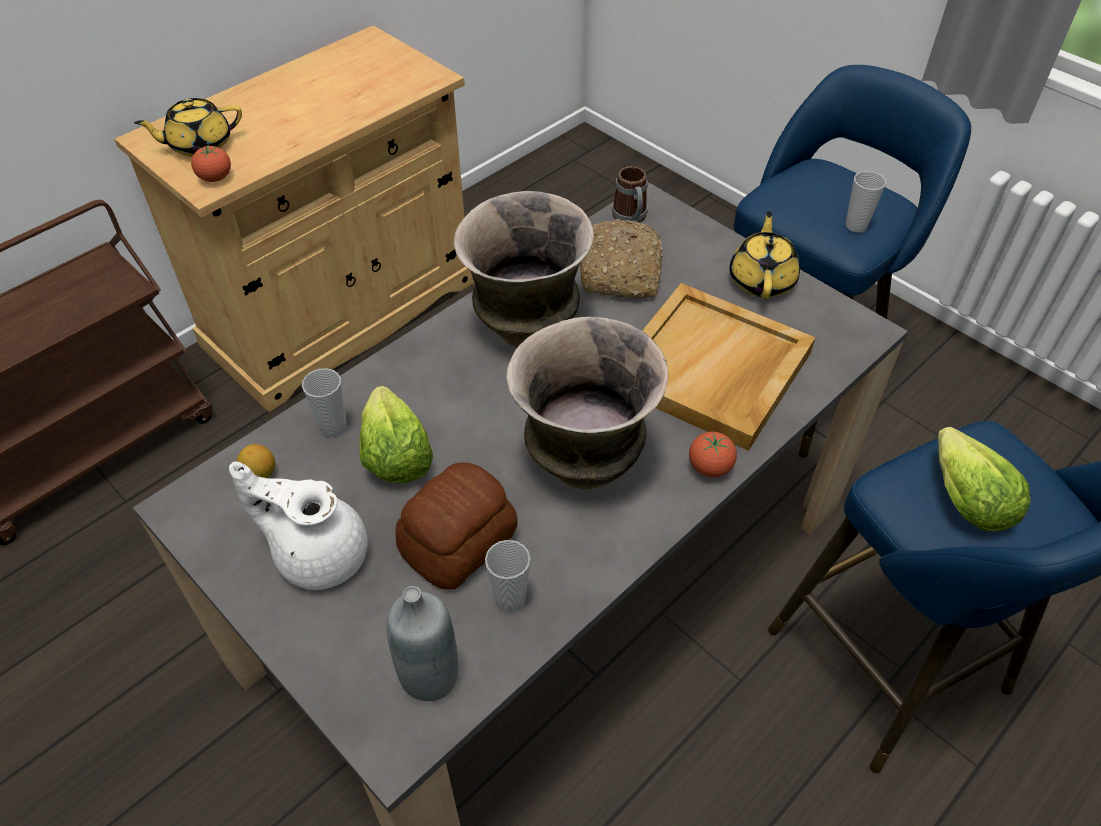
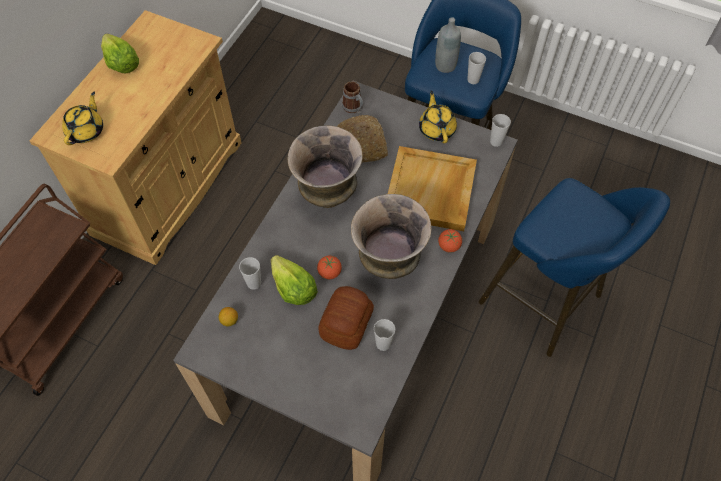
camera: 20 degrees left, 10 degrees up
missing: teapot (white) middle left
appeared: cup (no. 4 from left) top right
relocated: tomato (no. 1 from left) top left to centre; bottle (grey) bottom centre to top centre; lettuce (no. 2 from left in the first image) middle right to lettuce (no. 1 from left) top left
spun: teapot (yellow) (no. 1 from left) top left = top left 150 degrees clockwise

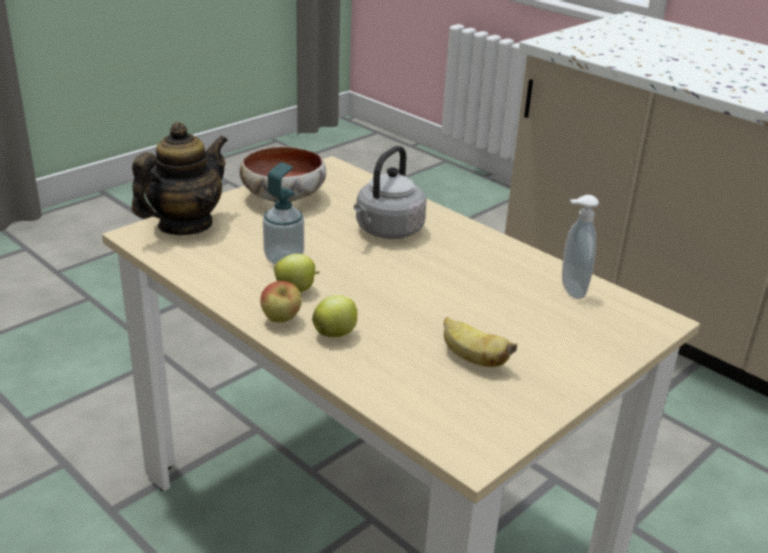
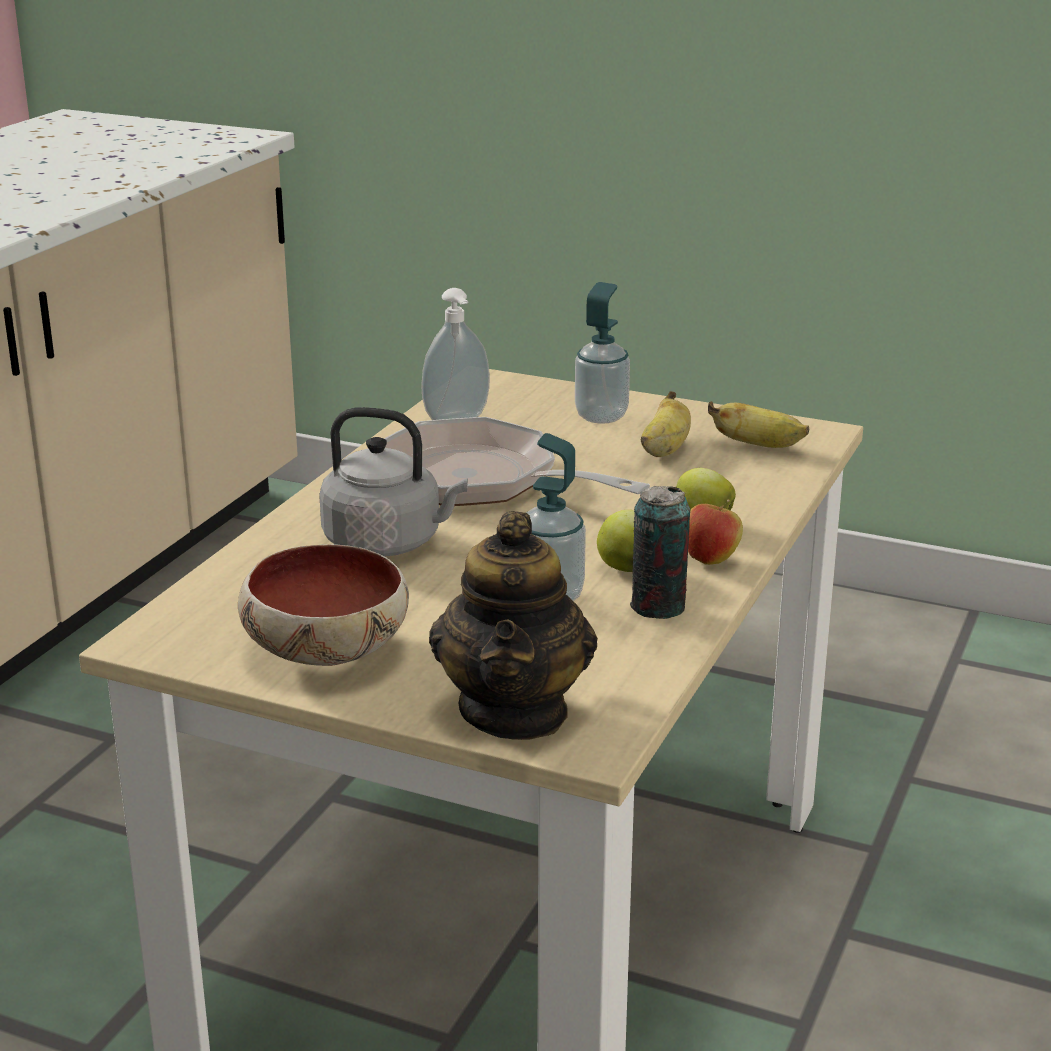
camera: 110 degrees left, 5 degrees down
appeared: frying pan centre; soap dispenser (no. 3 from left) centre; can centre; banana (no. 2 from left) middle right
spun: teapot top left = centre 105 degrees counterclockwise

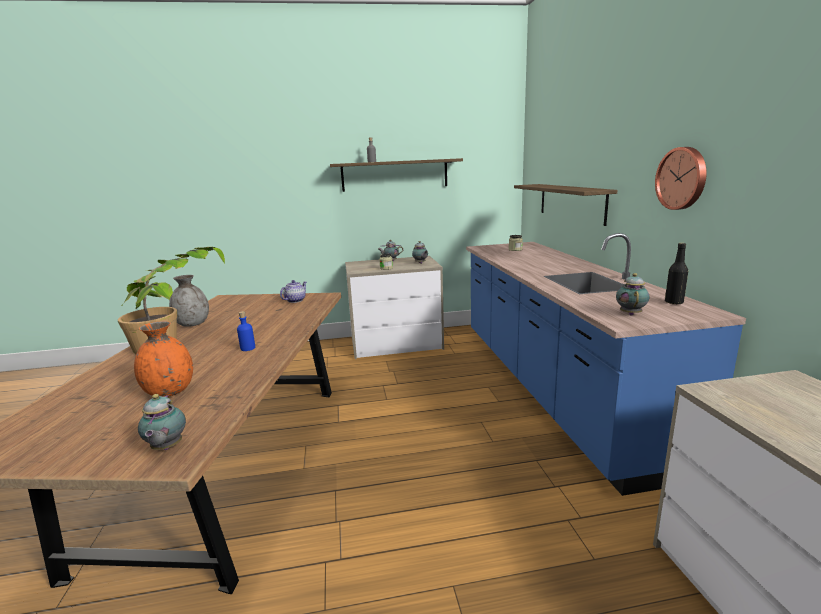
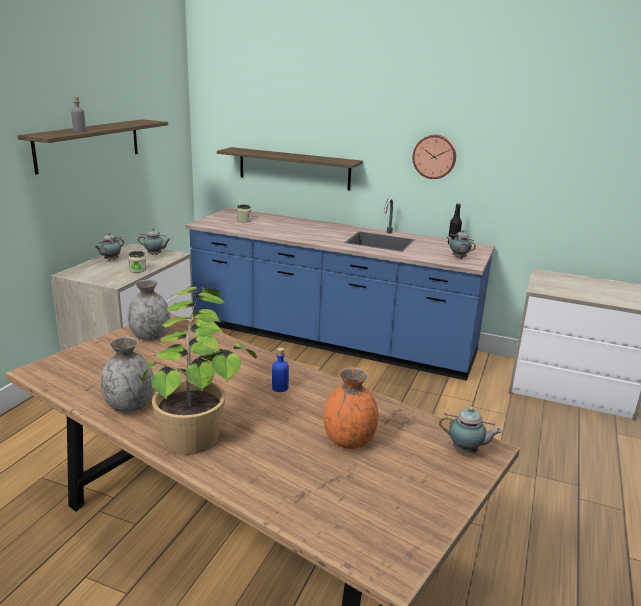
camera: 60 degrees left, 5 degrees up
exchanged: teapot (no. 2 from left) centre to vase (grey) (no. 2 from left) middle left

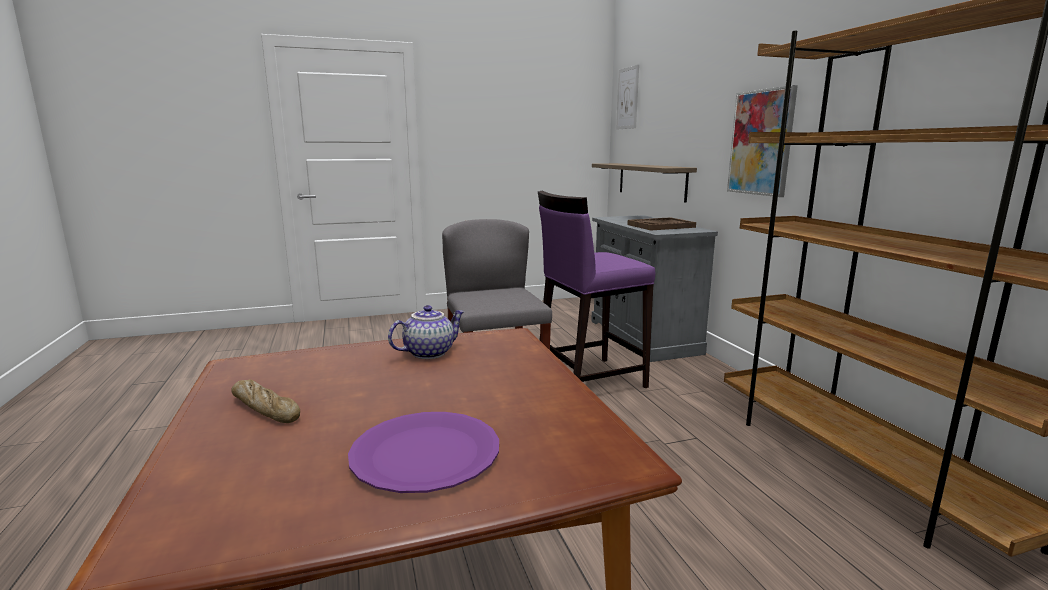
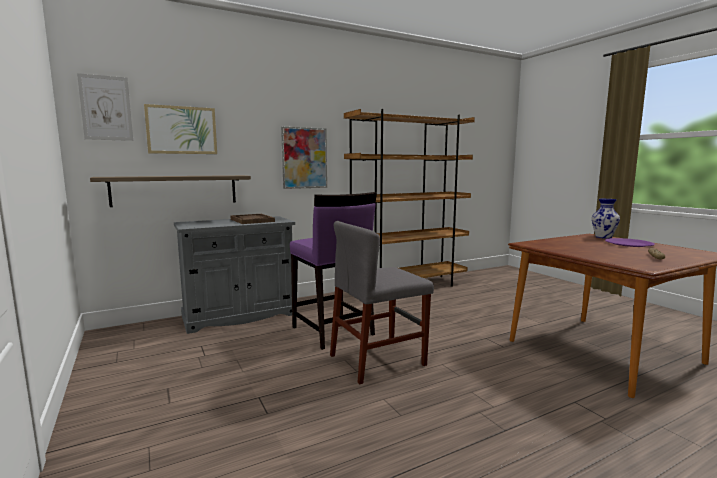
camera: 100 degrees left, 5 degrees down
missing: teapot centre
appeared: picture (no. 2 from left) top left; vase middle right

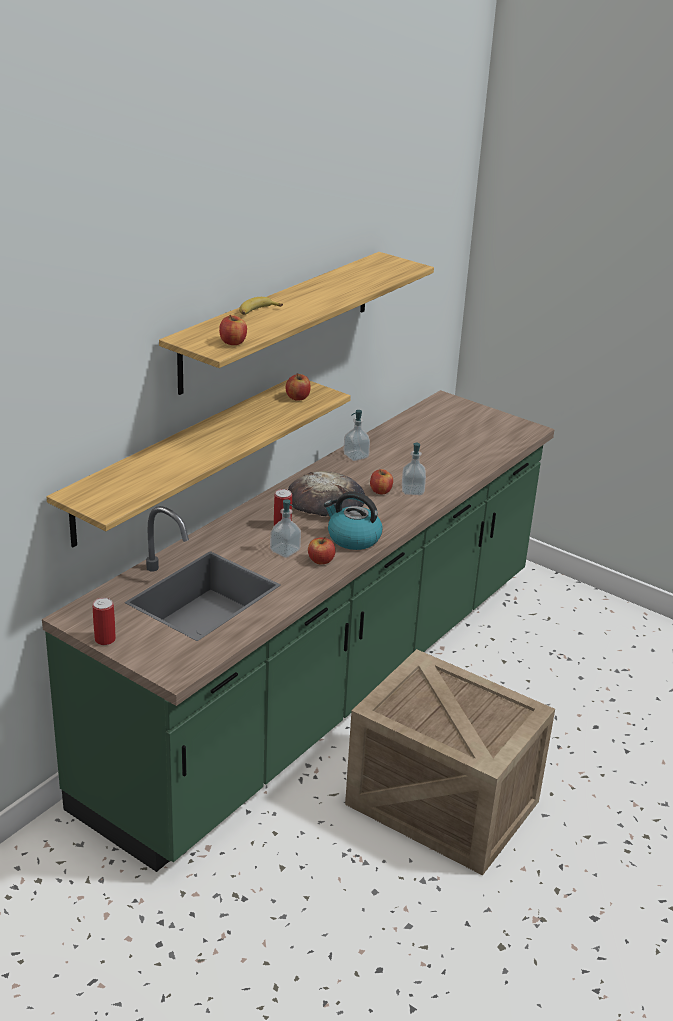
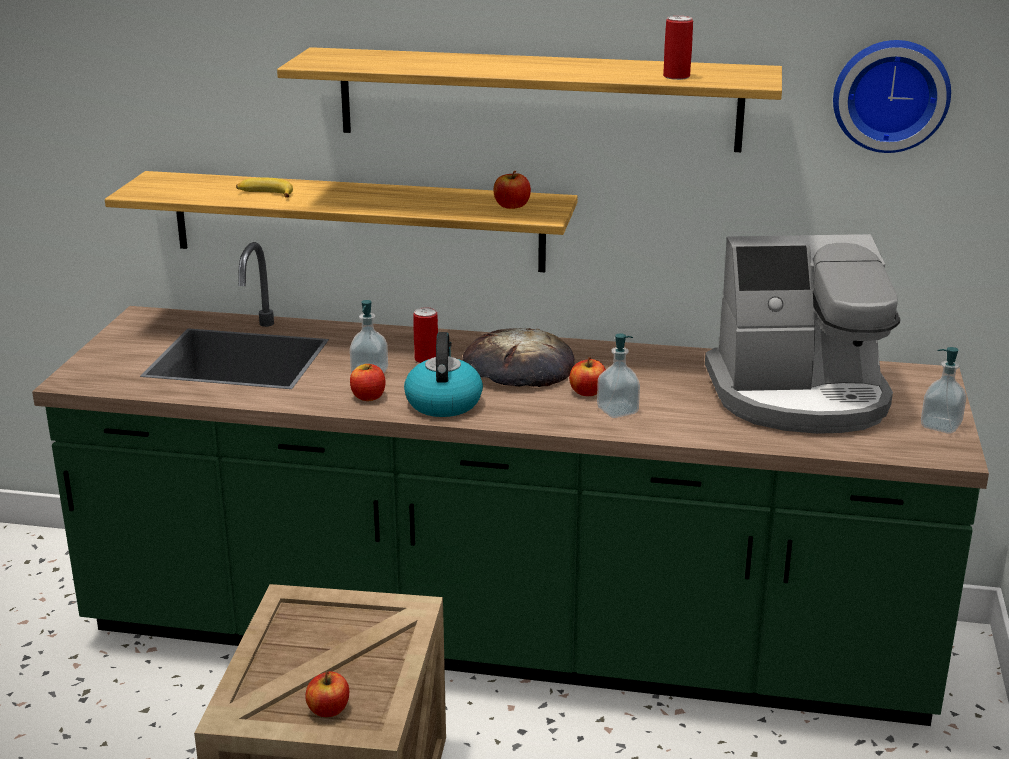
camera: 65 degrees right, 5 degrees down
appeared: coffee machine middle right; wall clock top right
relocated: can (no. 1 from left in the first image) middle left to can (no. 2 from left) top right; apple (no. 1 from left) top centre to bottom left; banana top centre to top left; soap dispenser (no. 2 from left in the first image) centre to soap dispenser (no. 3 from left) middle right

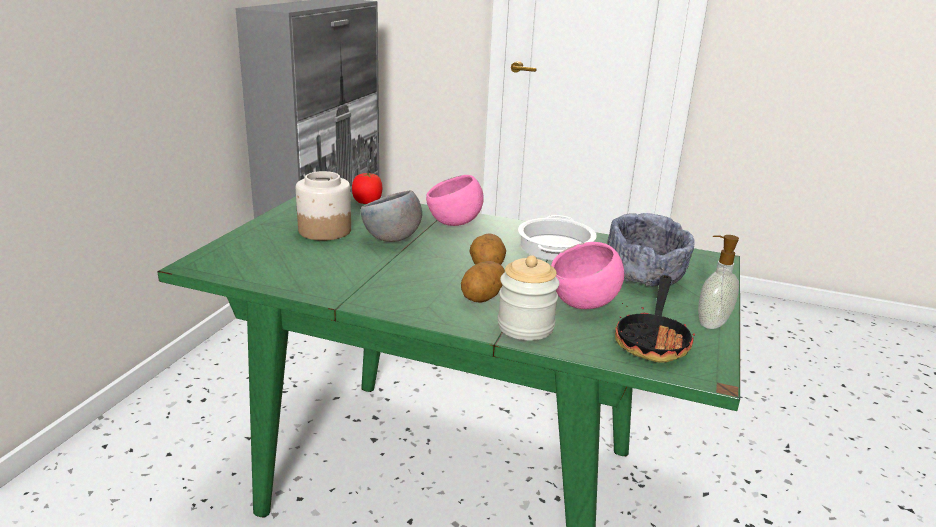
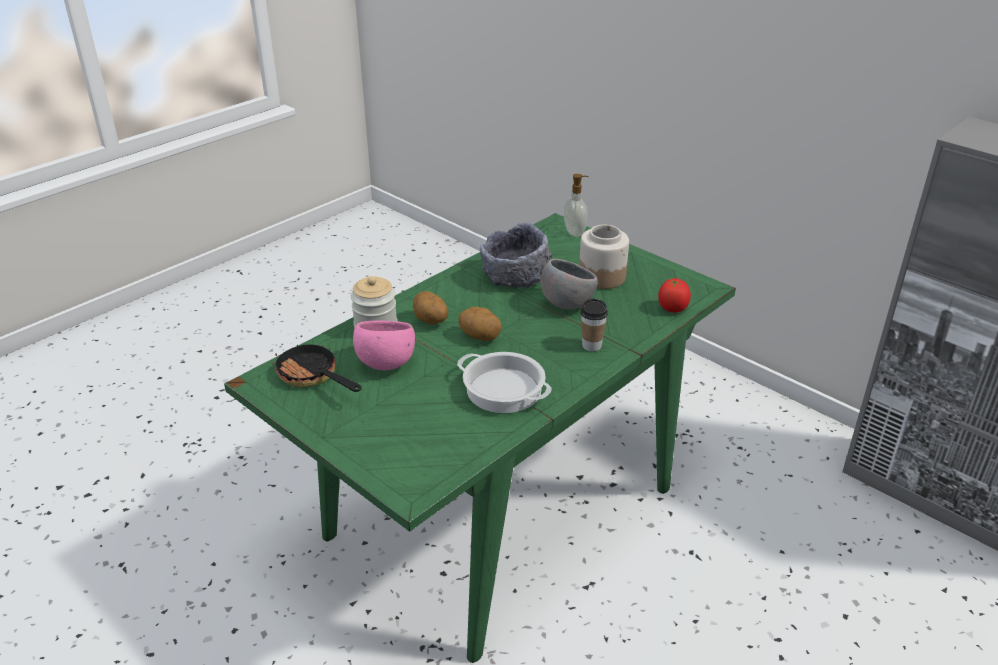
camera: 115 degrees right, 10 degrees up
relocated: bowl (grey) (no. 2 from left in the first image) middle right to bowl (grey) (no. 1 from left) centre; soap dispenser middle right to top centre
exchanged: bowl (pink) (no. 1 from left) centre to cup centre

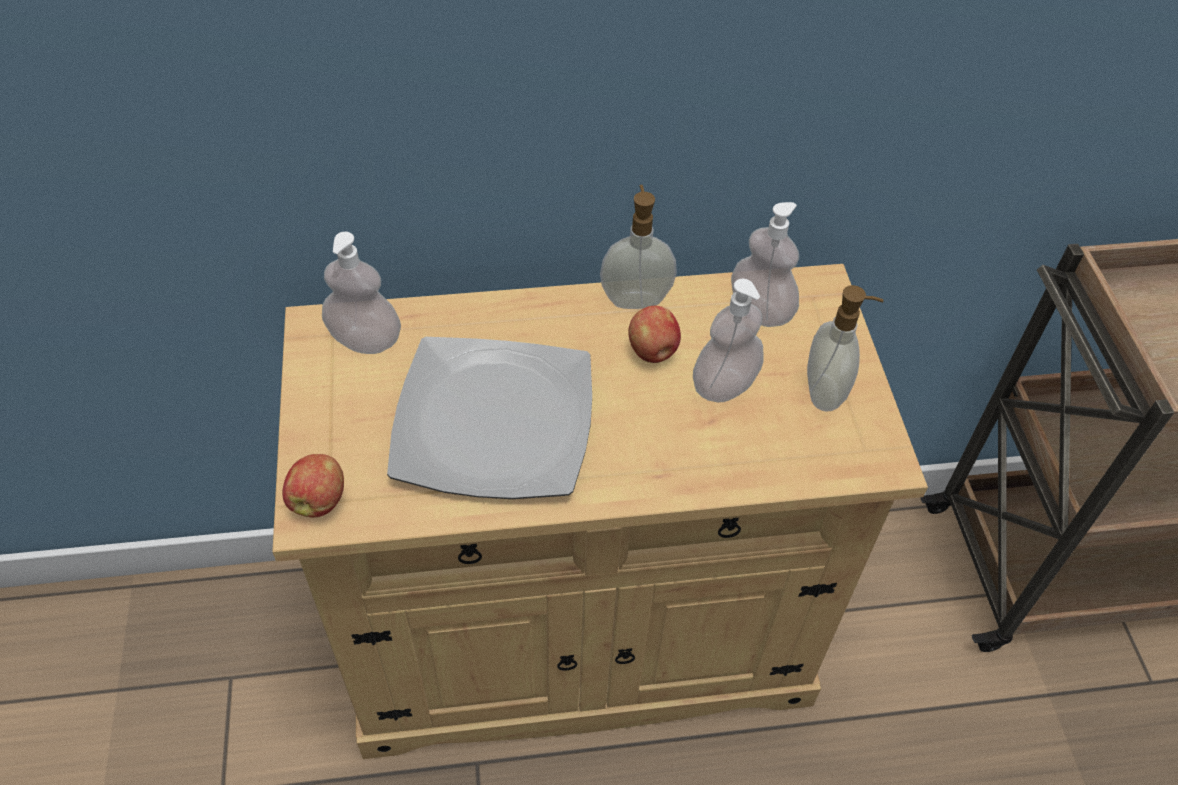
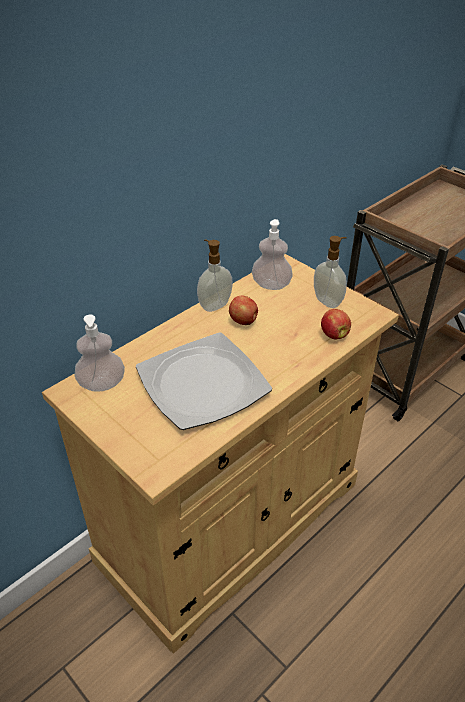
camera: 35 degrees left, 10 degrees down
missing: soap dispenser (no. 3 from left) centre
relocated: apple (no. 1 from left in the first image) middle left to apple (no. 2 from left) middle right

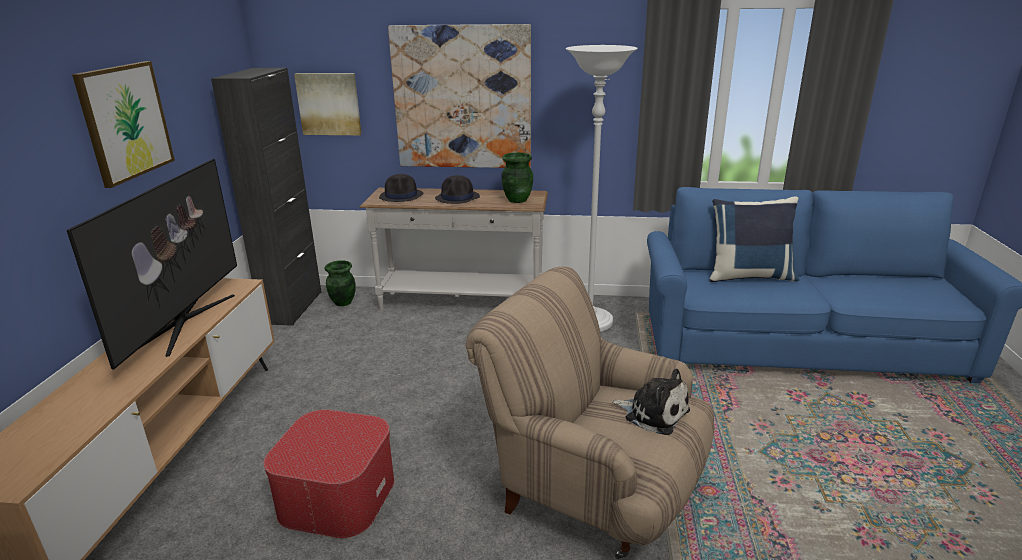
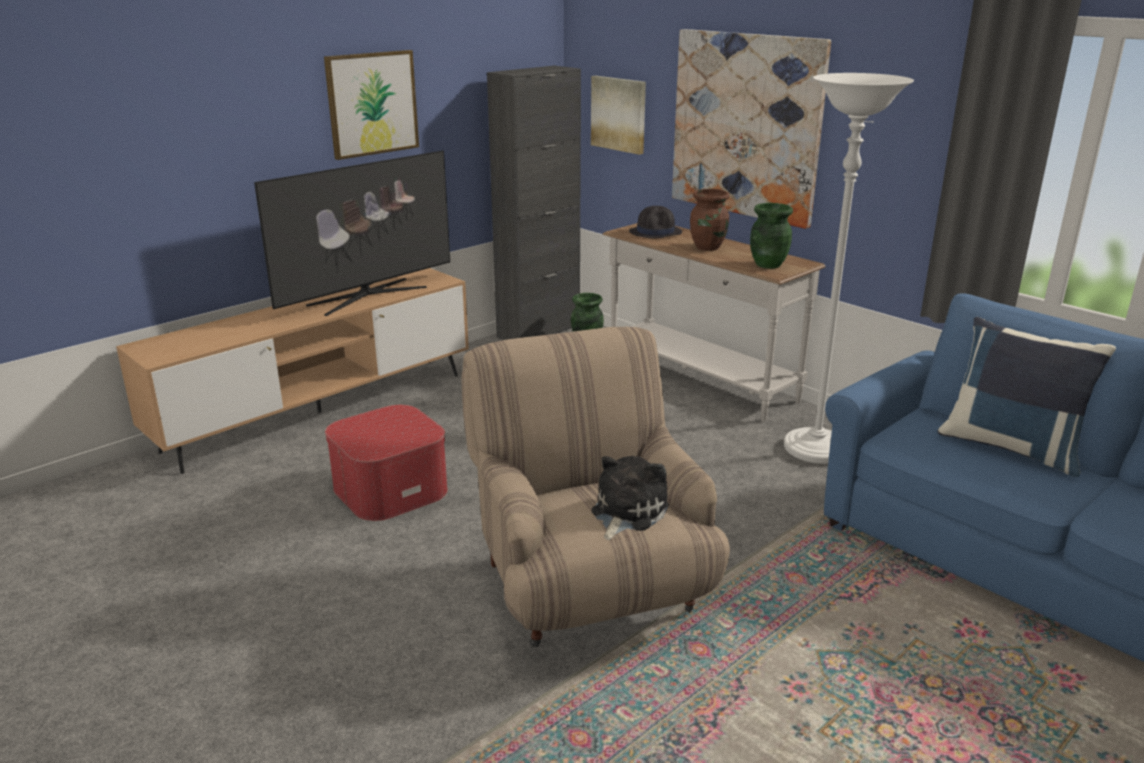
camera: 40 degrees right, 0 degrees up
exchanged: hat (black) (no. 2 from left) centre to vase (brown) top centre
spun: plush toy bottom centre = centre 135 degrees counterclockwise

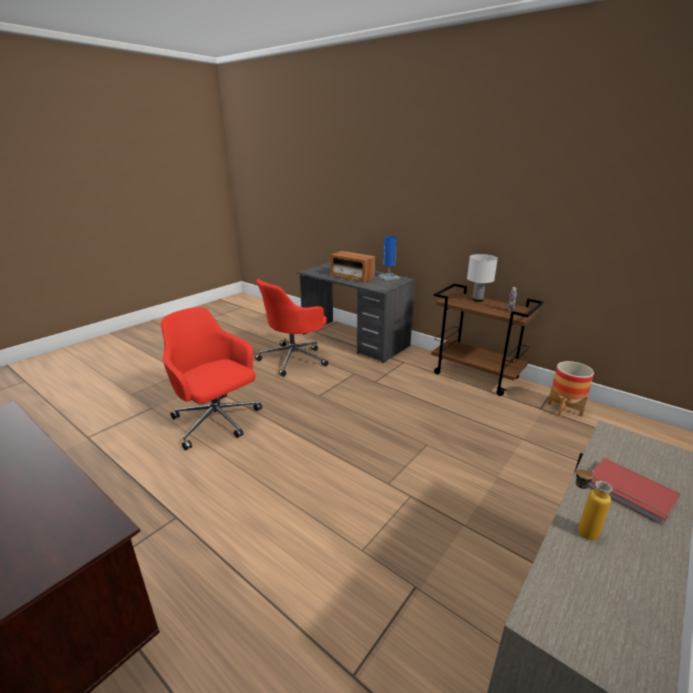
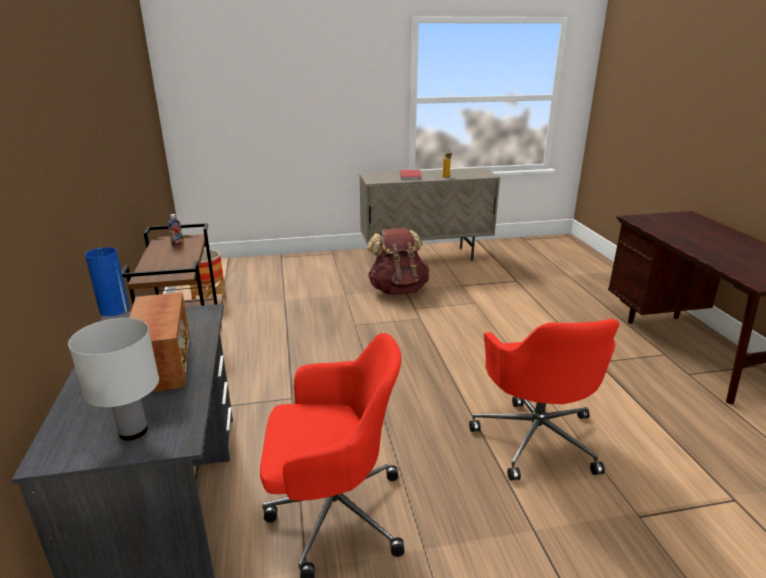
camera: 140 degrees left, 0 degrees up
appeared: backpack (brown) centre
relocated: table lamp (white) middle right to middle left

